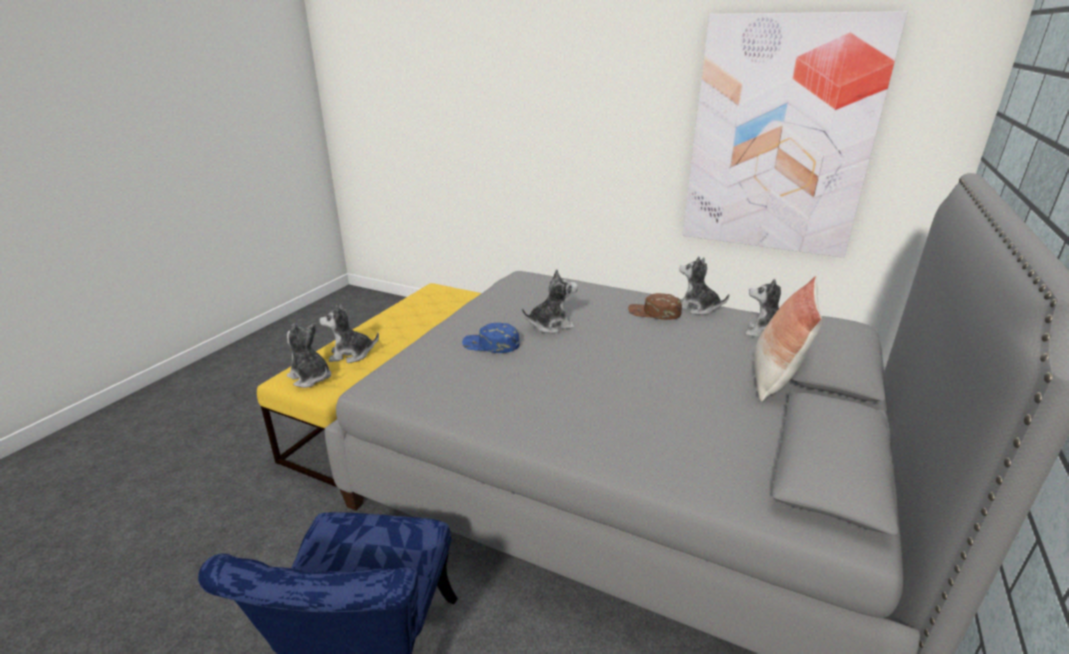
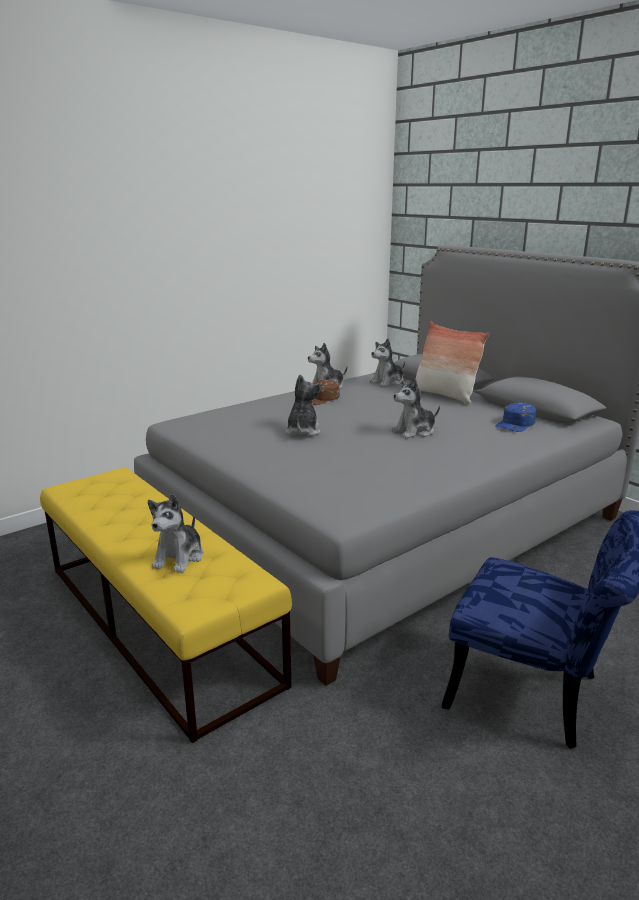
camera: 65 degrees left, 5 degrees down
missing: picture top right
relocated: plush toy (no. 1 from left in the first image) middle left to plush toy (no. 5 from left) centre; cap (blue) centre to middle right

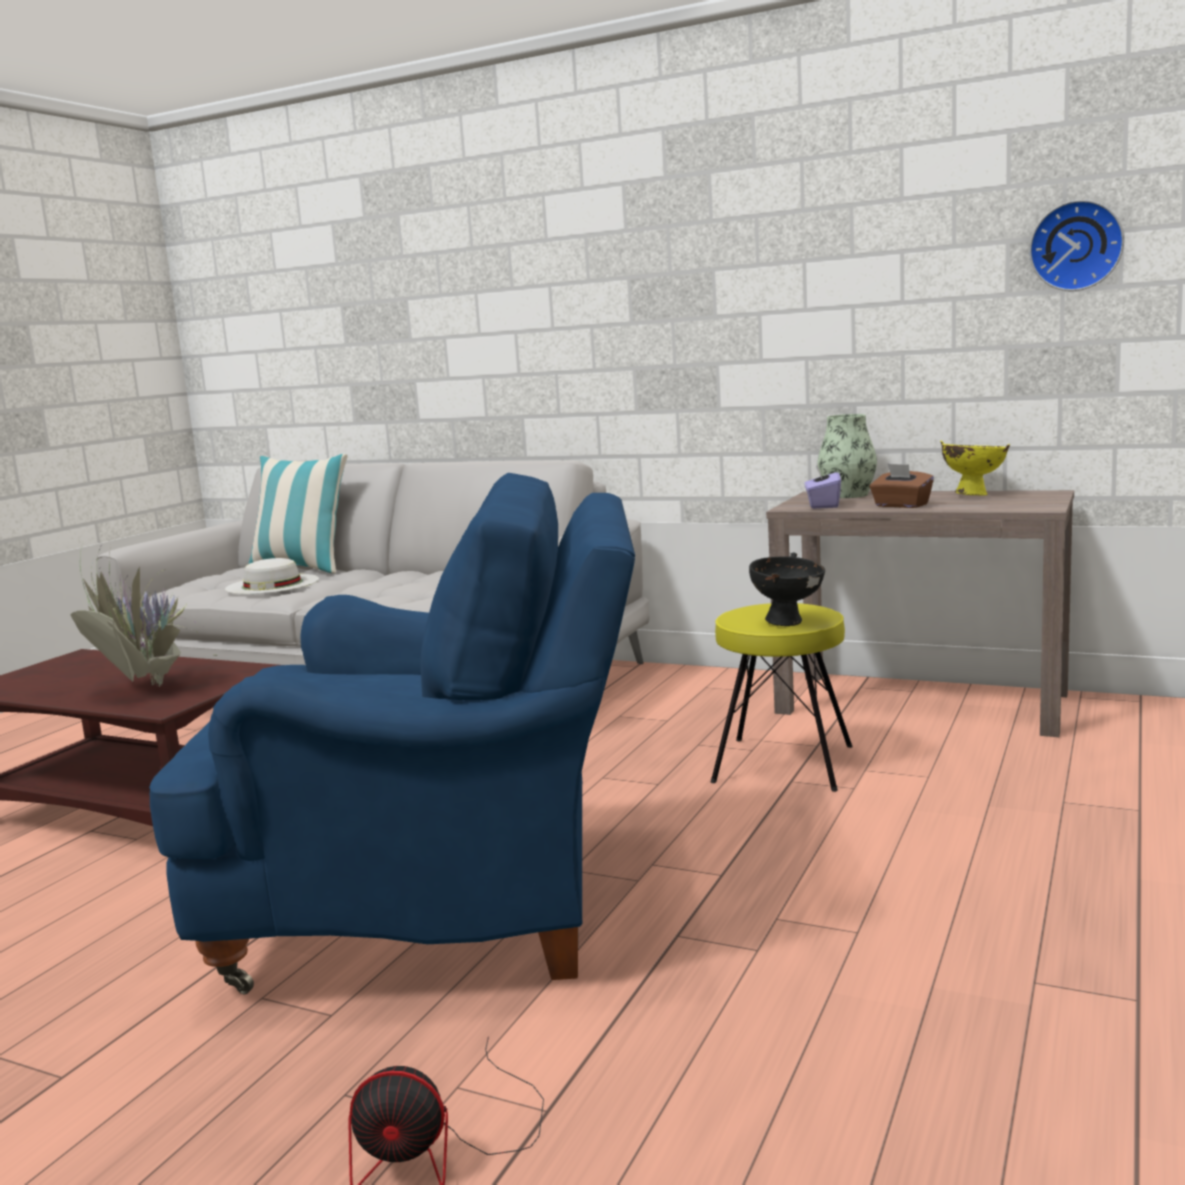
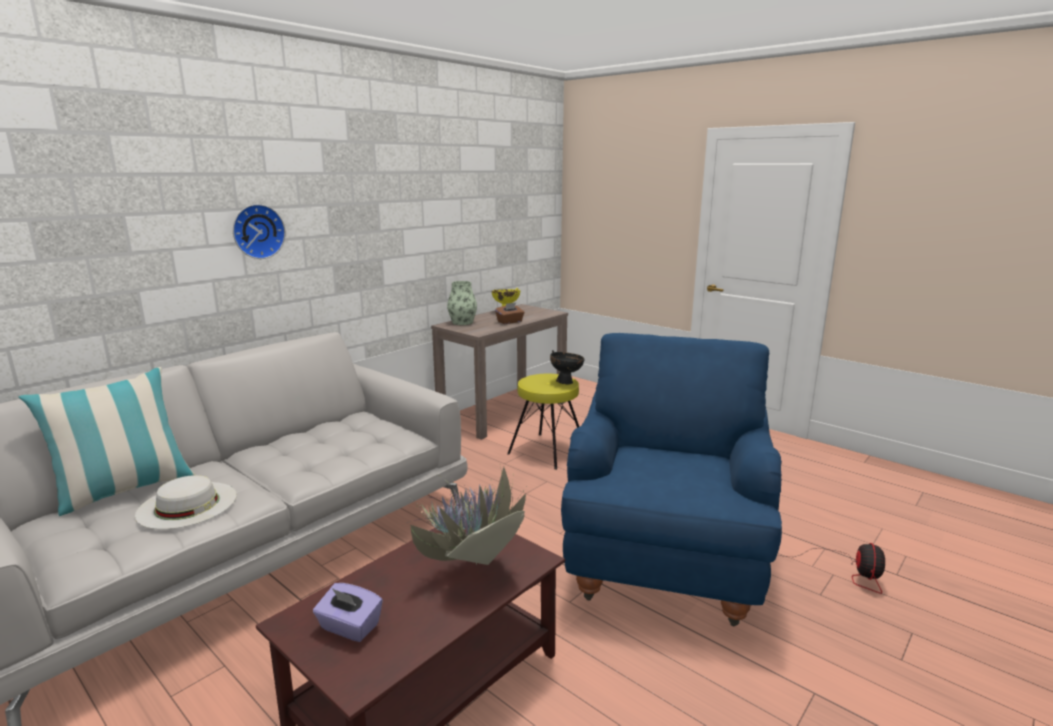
camera: 75 degrees left, 5 degrees up
relocated: tissue box (purple) middle right to bottom left; wall clock top right to top left

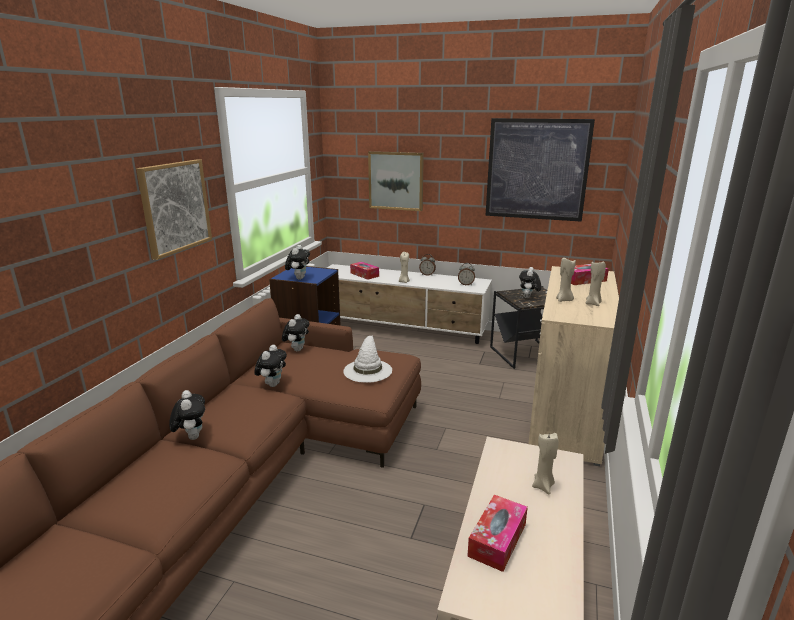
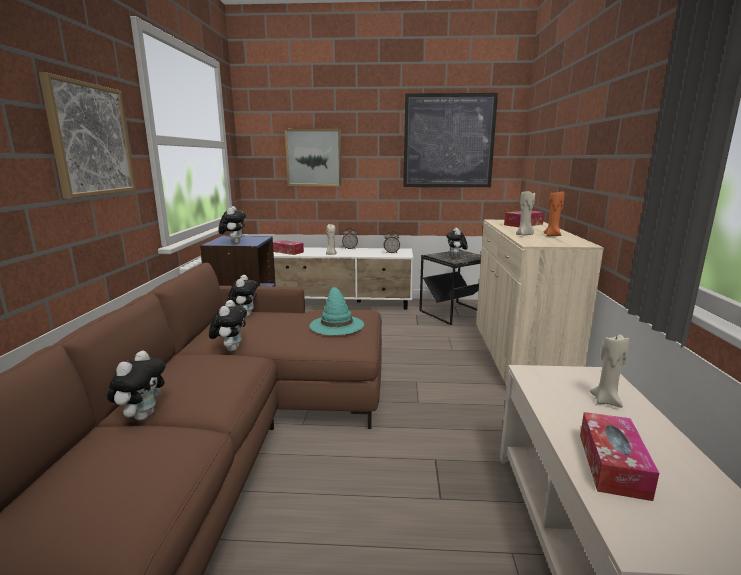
camera: 15 degrees left, 5 degrees down
colour: hat (white) centre to hat (turquoise) centre; candle (beige) (no. 4 from left) middle right to candle (orange) middle right
spun: plush toy (no. 1 from left) bottom left = bottom left 45 degrees clockwise

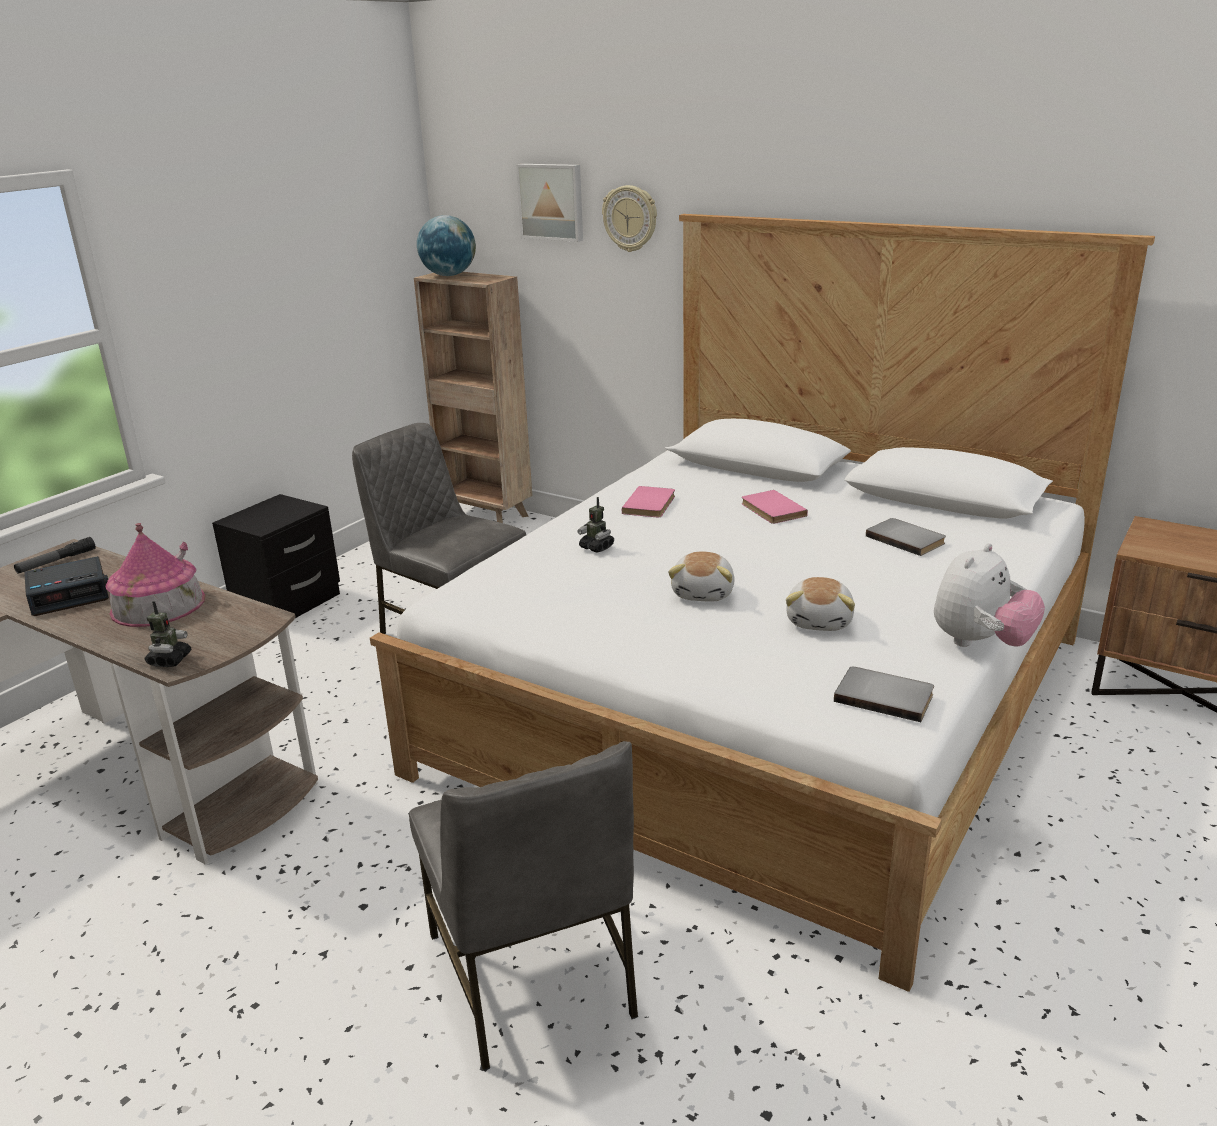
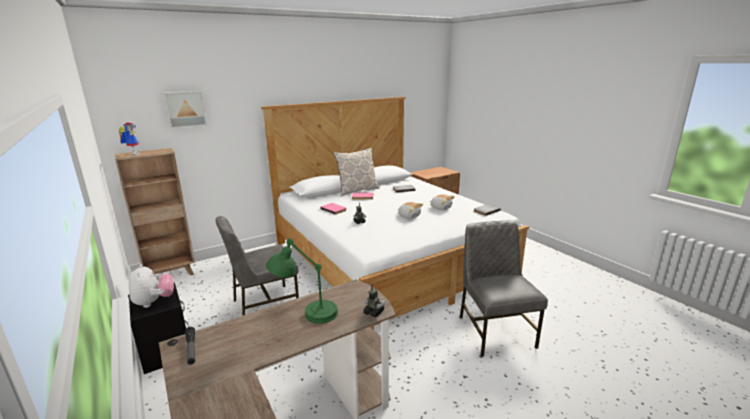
camera: 65 degrees left, 5 degrees down
missing: alarm clock middle left; wall clock top centre
appeared: pillow centre
relocated: plush toy (no. 3 from left in the first image) middle right to plush toy (no. 1 from left) bottom left
exchanged: toy house middle left to table lamp (green) bottom centre; globe top centre to toy robot (no. 1 from left) top left
spun: chair (grey) (no. 2 from left) bottom centre = bottom right 105 degrees counterclockwise

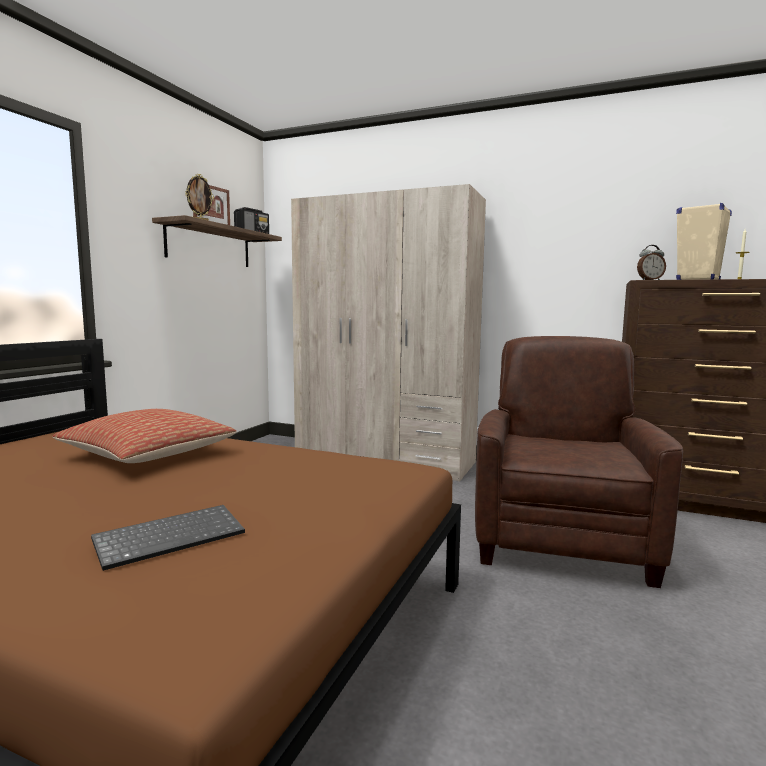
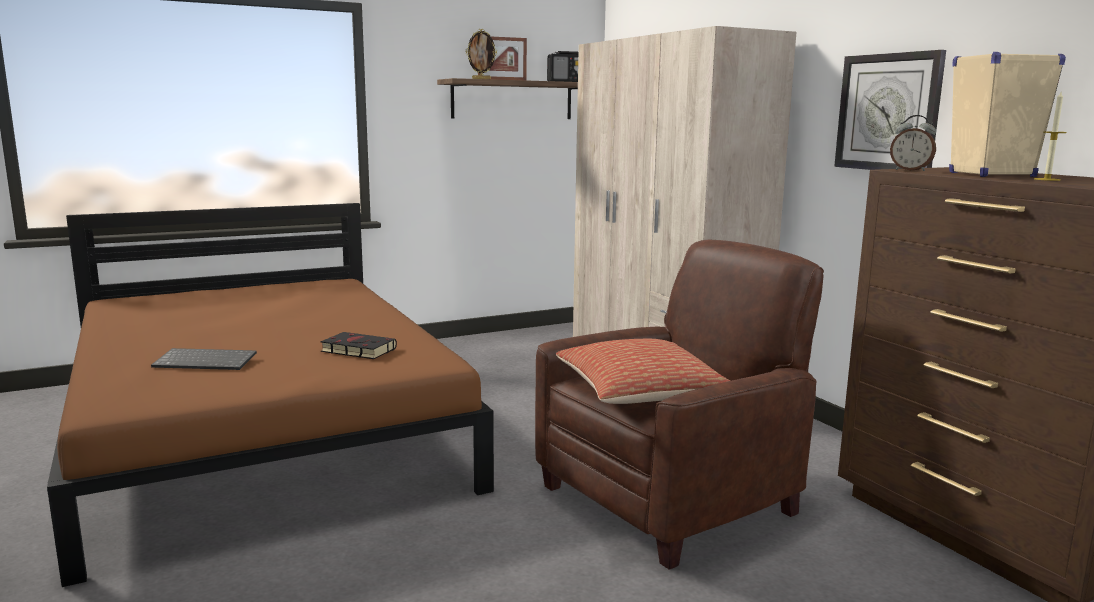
camera: 40 degrees right, 5 degrees up
appeared: book (black) middle left; wall clock top right
relocated: pillow middle left to centre

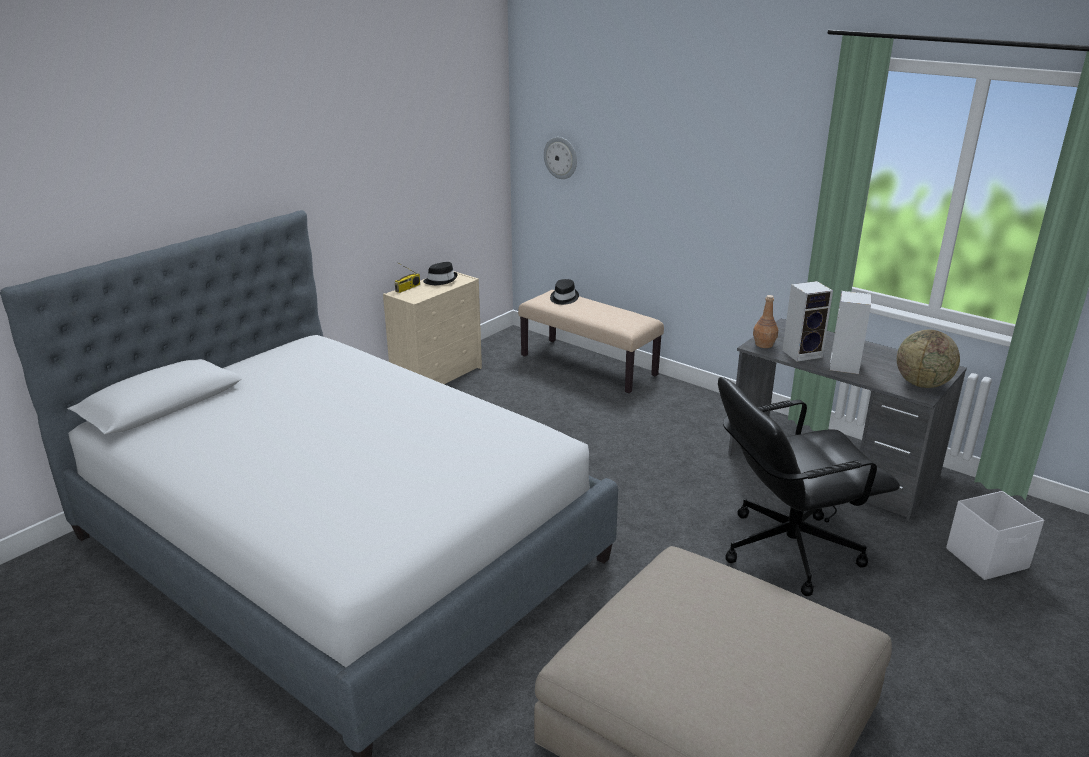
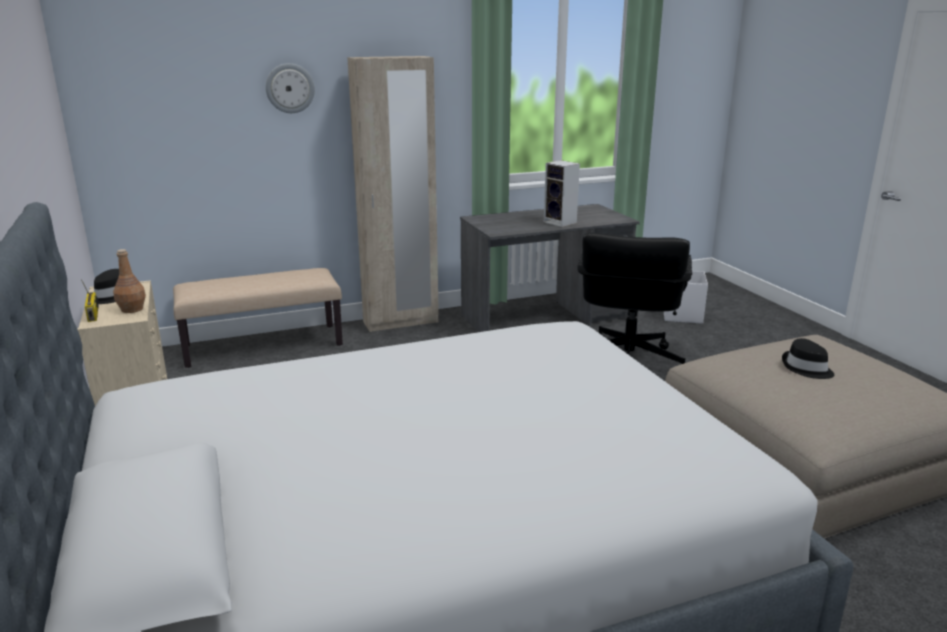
camera: 60 degrees left, 5 degrees down
missing: speaker (no. 1 from left) middle right; globe middle right
appeared: wardrobe (beige) top centre
relocated: wall clock top centre to top left; hat (black) (no. 2 from left) centre to middle right; bottle (brown) middle right to middle left

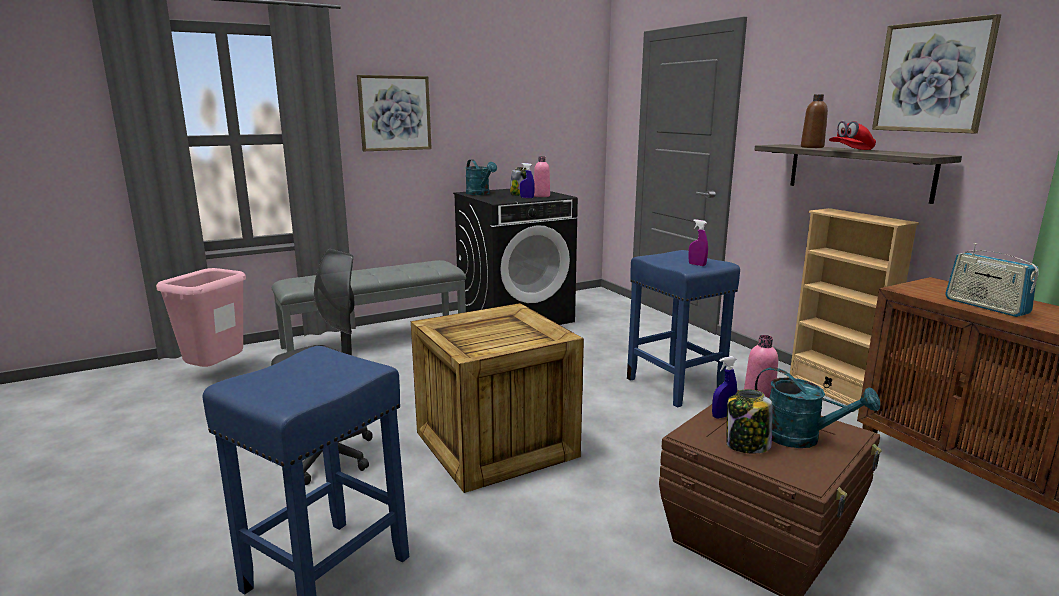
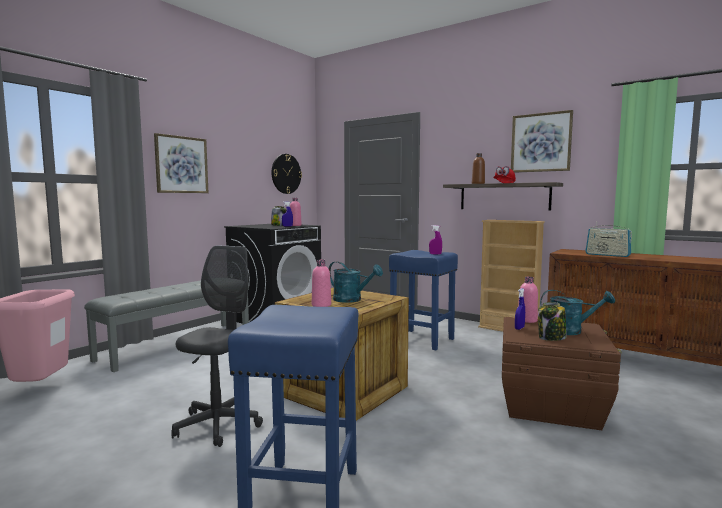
camera: 25 degrees left, 10 degrees down
appeared: wall clock centre; bottle (pink) (no. 2 from left) centre
relocated: watering can (turquoise) (no. 1 from left) top centre to centre

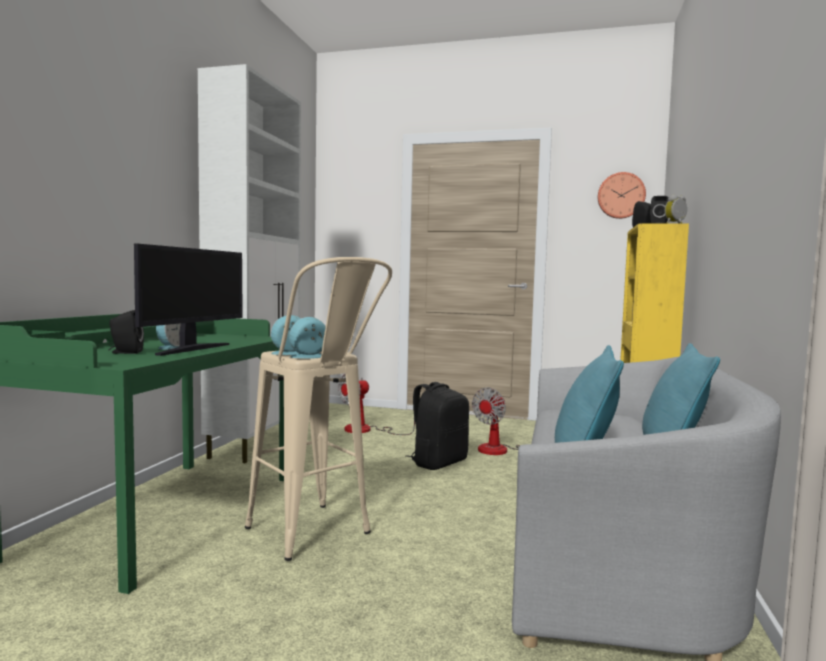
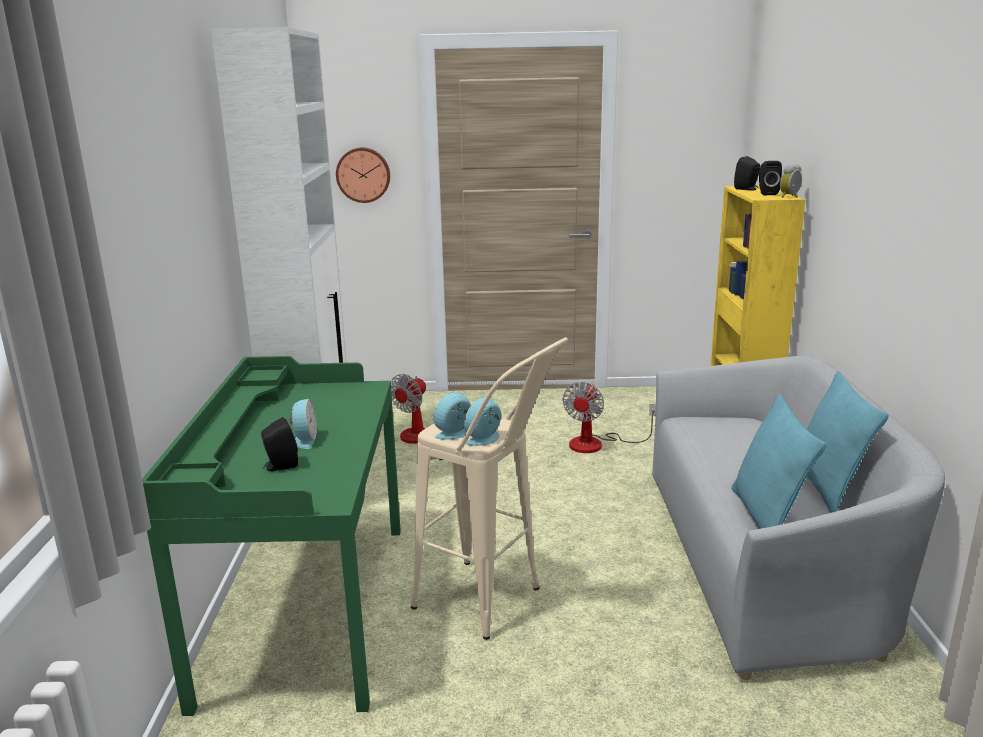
camera: 15 degrees left, 15 degrees up
missing: monitor middle left; backpack (black) centre
relocated: wall clock top right to top centre

